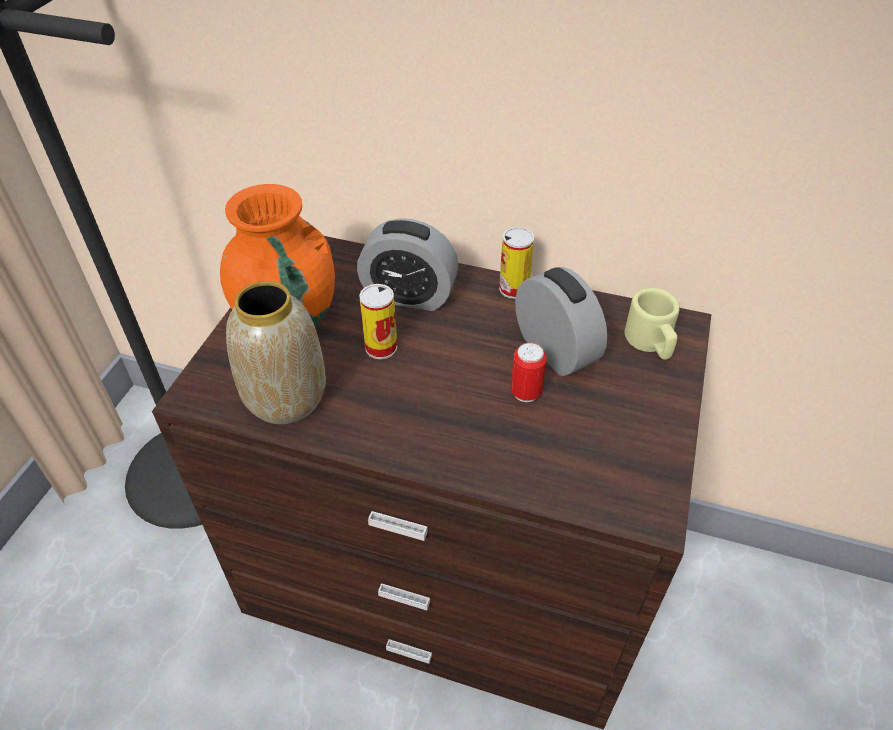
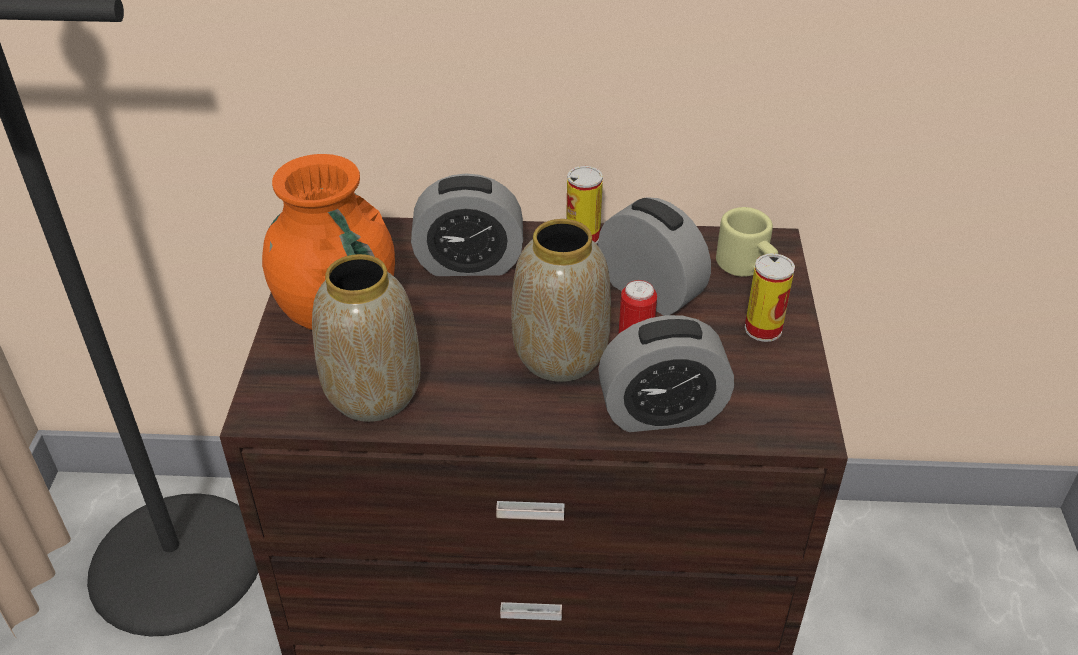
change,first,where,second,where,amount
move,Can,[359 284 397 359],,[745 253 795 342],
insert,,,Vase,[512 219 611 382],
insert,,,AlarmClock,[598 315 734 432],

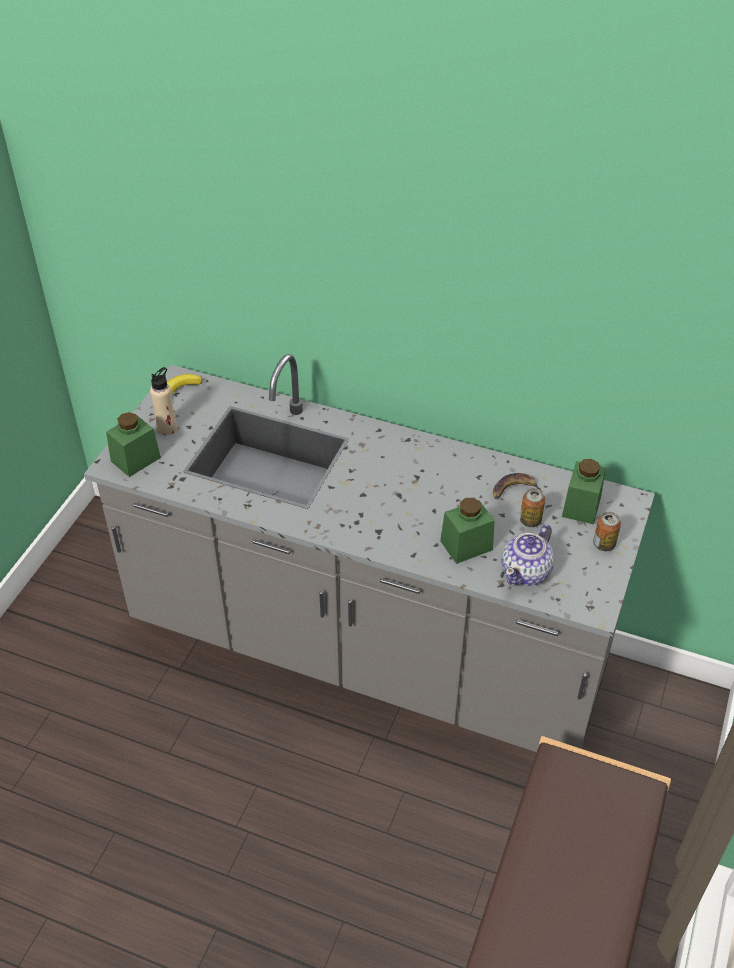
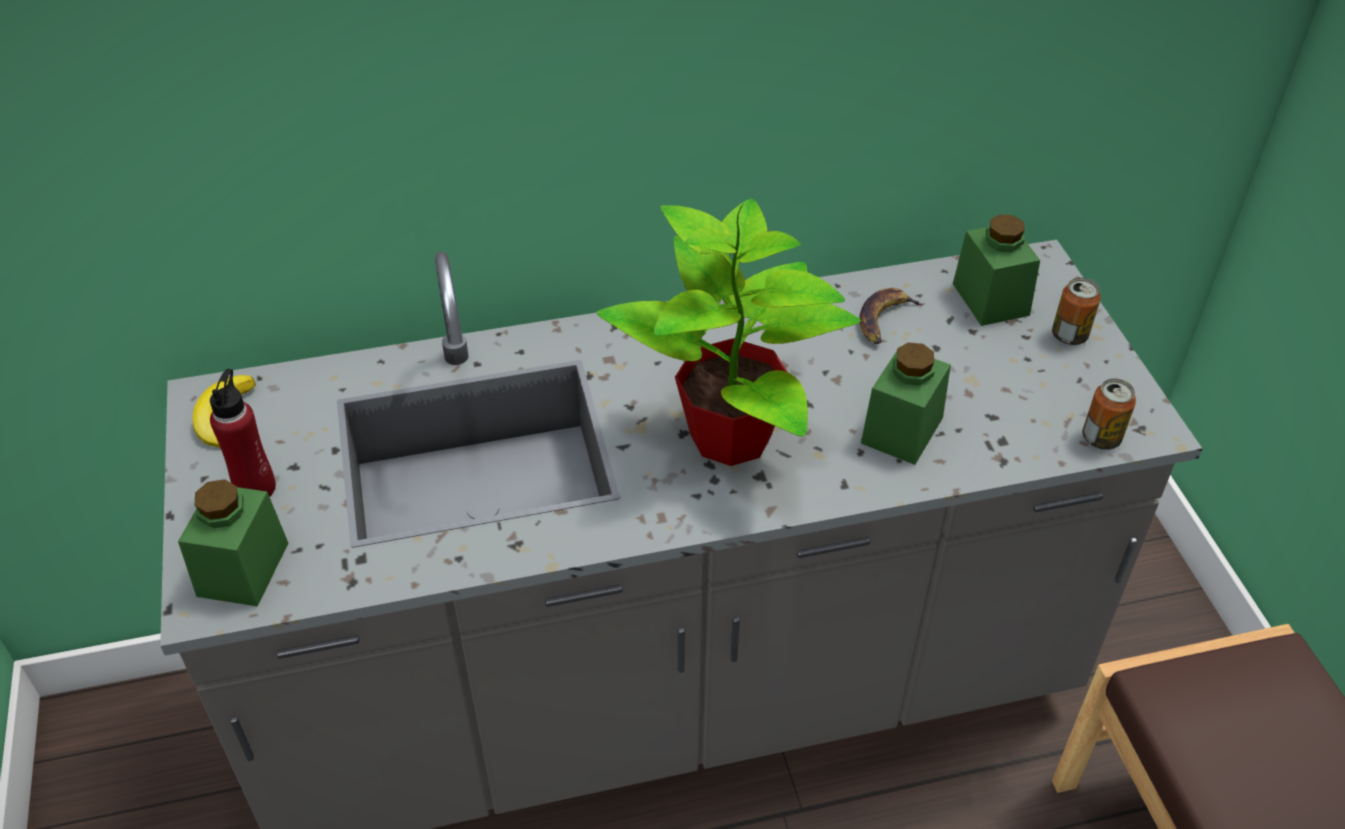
change,first,where,second,where,amount
recolor,BeigeBottle,[150 367 177 435],RedBottle,[210 369 276 497],
move,Can,[520 488 545 527],,[1082 378 1136 450],
delete,Teapot,[502 524 554 586],,,
insert,,,PottedPlant,[597 199 861 466],

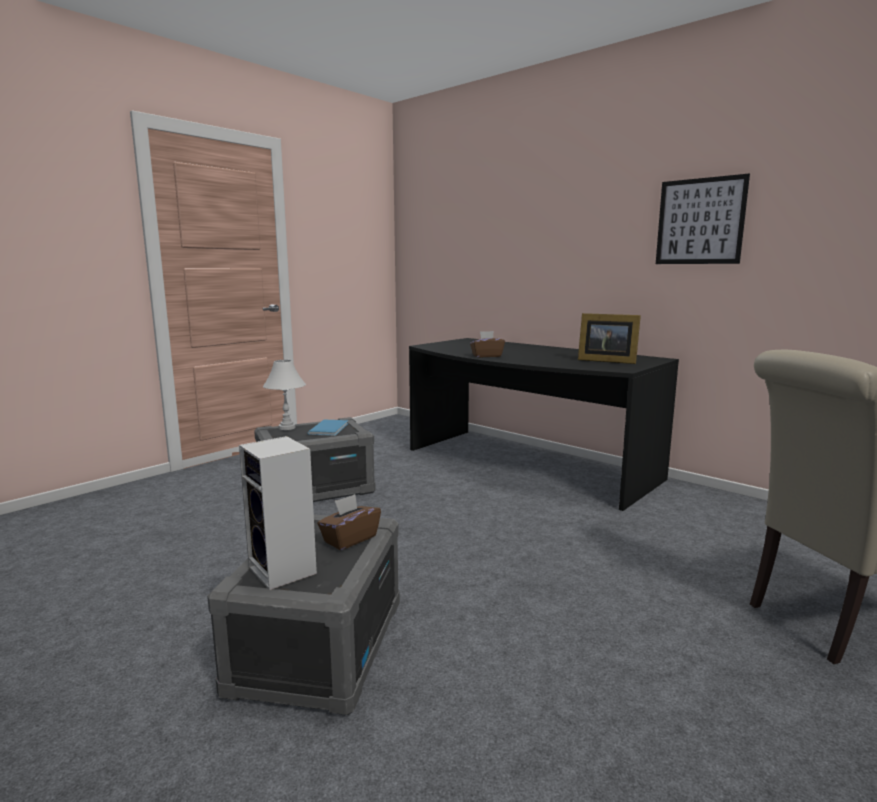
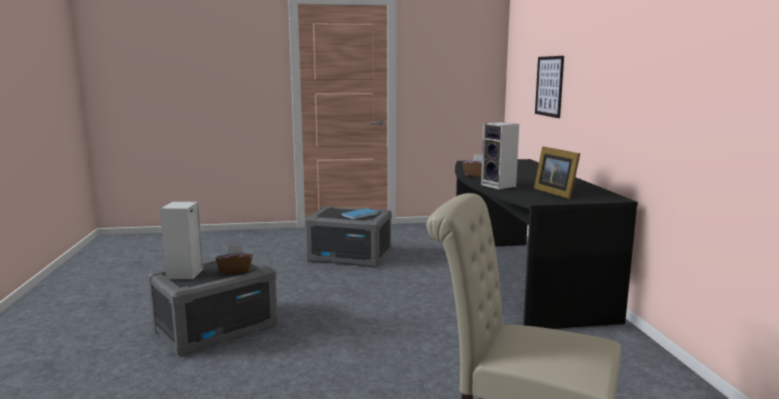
change,first,where,second,where,amount
move,Picture,[656 174 750 264],,[535 56 564 118],
delete,WhiteTableLamp,[263 360 306 430],,,
insert,,,Speaker,[481 122 519 189],

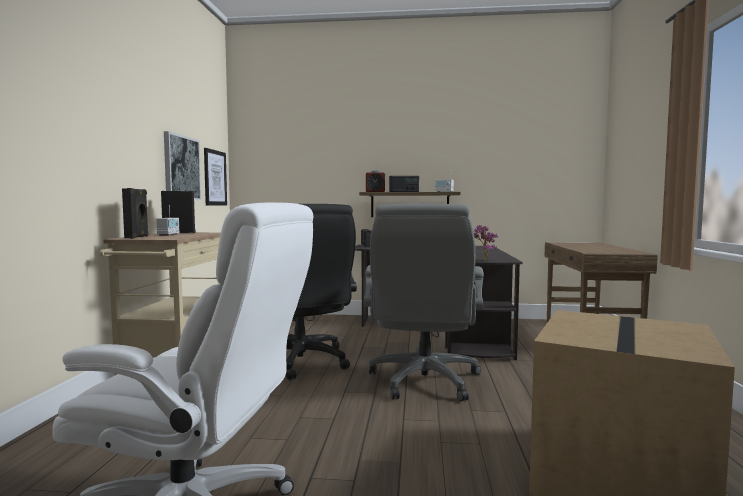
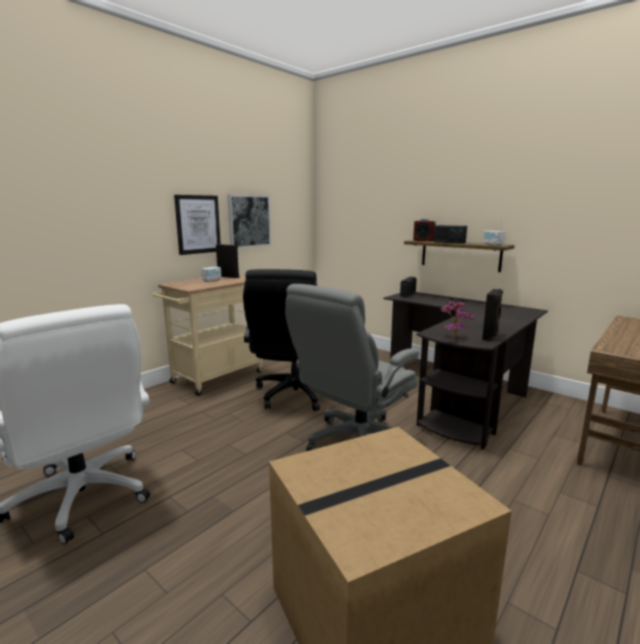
change,first,where,second,where,amount
move,Picture,[204 148 227 206],,[174 195 221 255],
move,BlackSpeaker,[122 188 149 239],,[482 289 503 342],

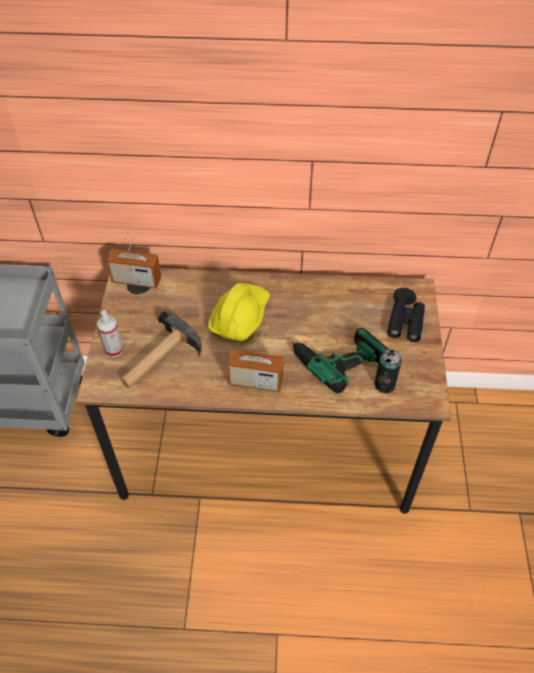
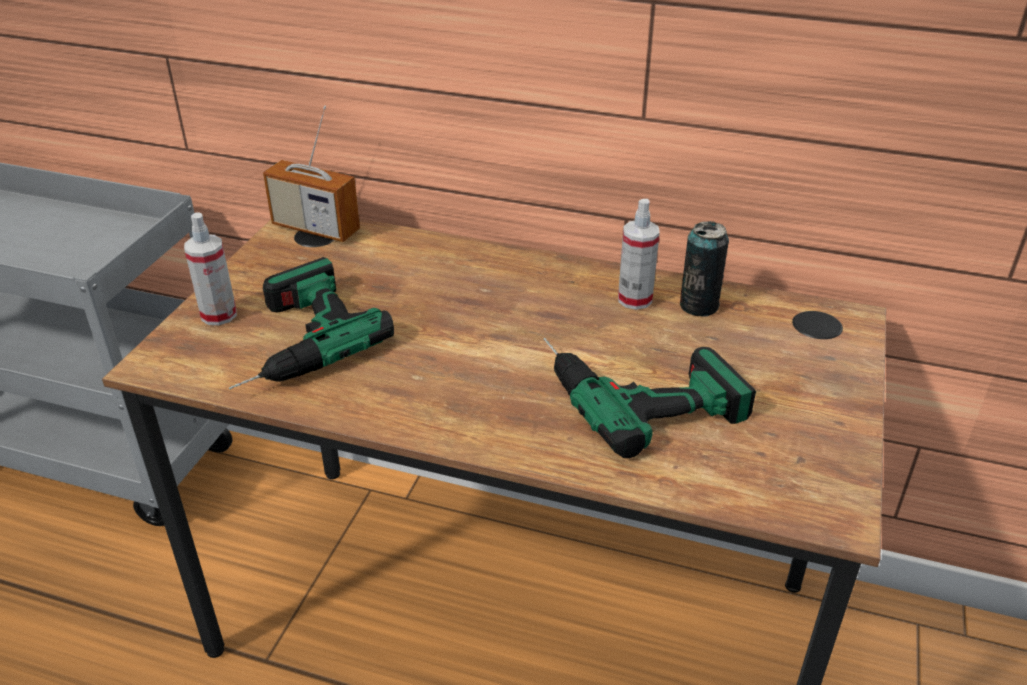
change,first,where,second,where,amount
delete,YellowHardHat,[208 282 270 342],,,
delete,BlackBinoculars,[387 298 425 342],,,
replace,Hammer,[121 311 202 388],PowerDrill,[229 257 394 389],
delete,Radio,[227 326 283 392],,,
move,Can,[375 349 402 393],,[680 221 729 317],
insert,,,SprayBottle,[618 199 660 310],

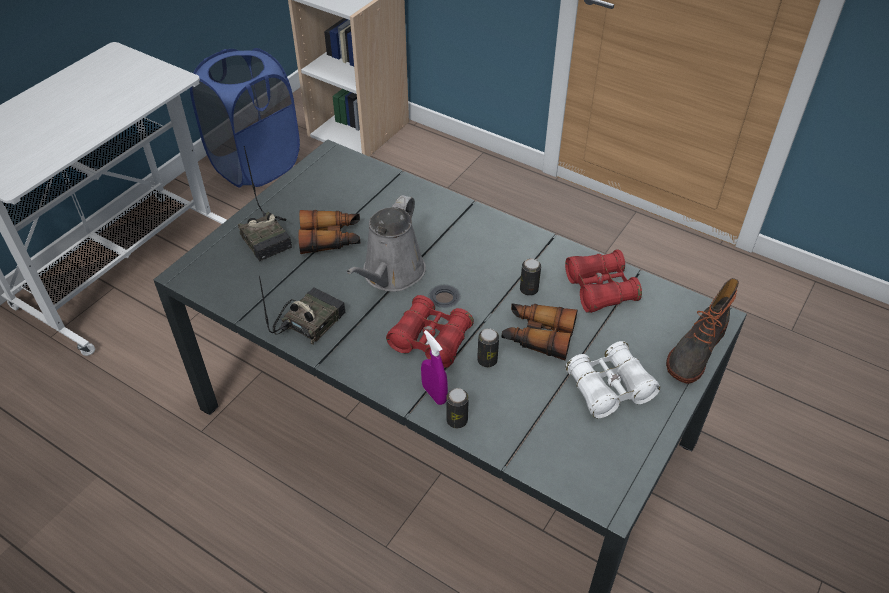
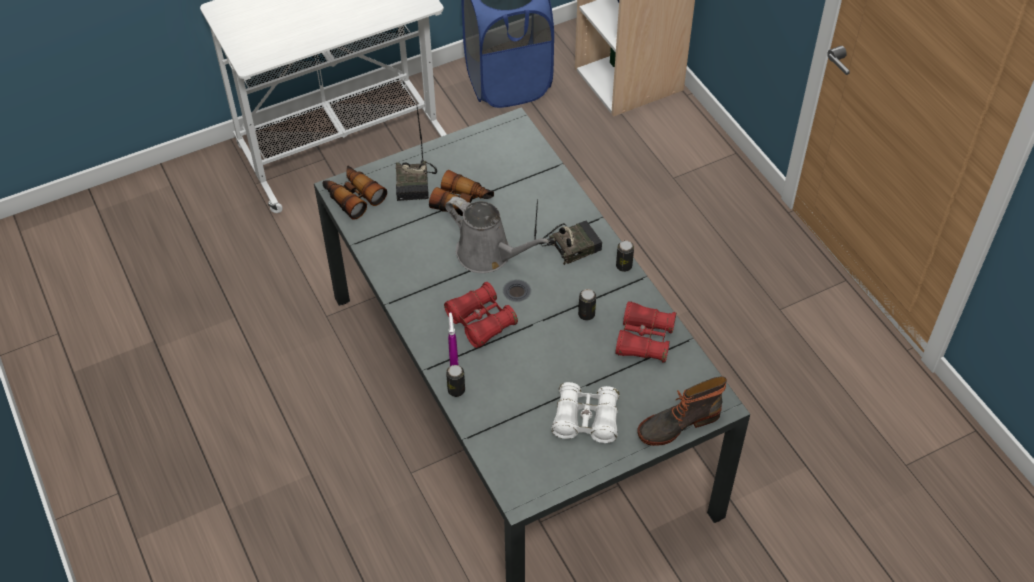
change,first,where,second,where,amount
rotate,GreyWateringCan,[347 195 426 292],,[445 196 550 273],105 degrees counterclockwise
move,Radio,[259 276 345 344],,[534 199 602 265],
move,Binoculars,[501 303 578 361],,[322 165 387 220],
move,Can,[477 328 499 367],,[616 240 634 272],

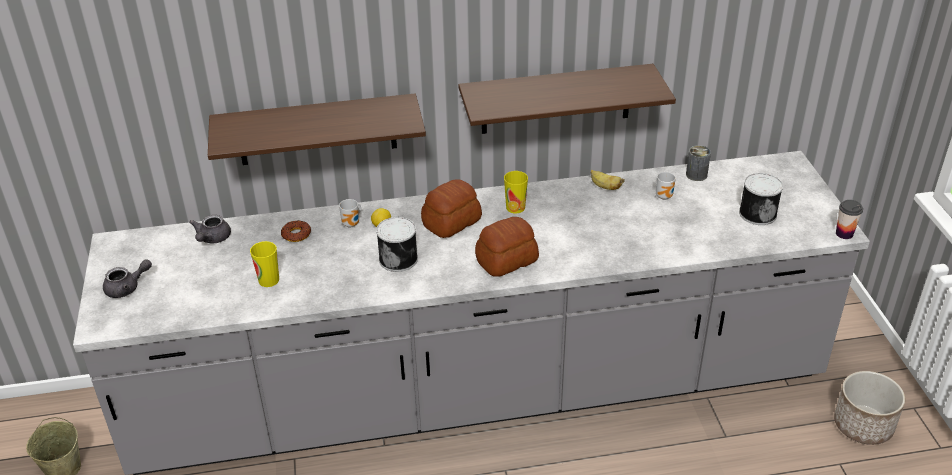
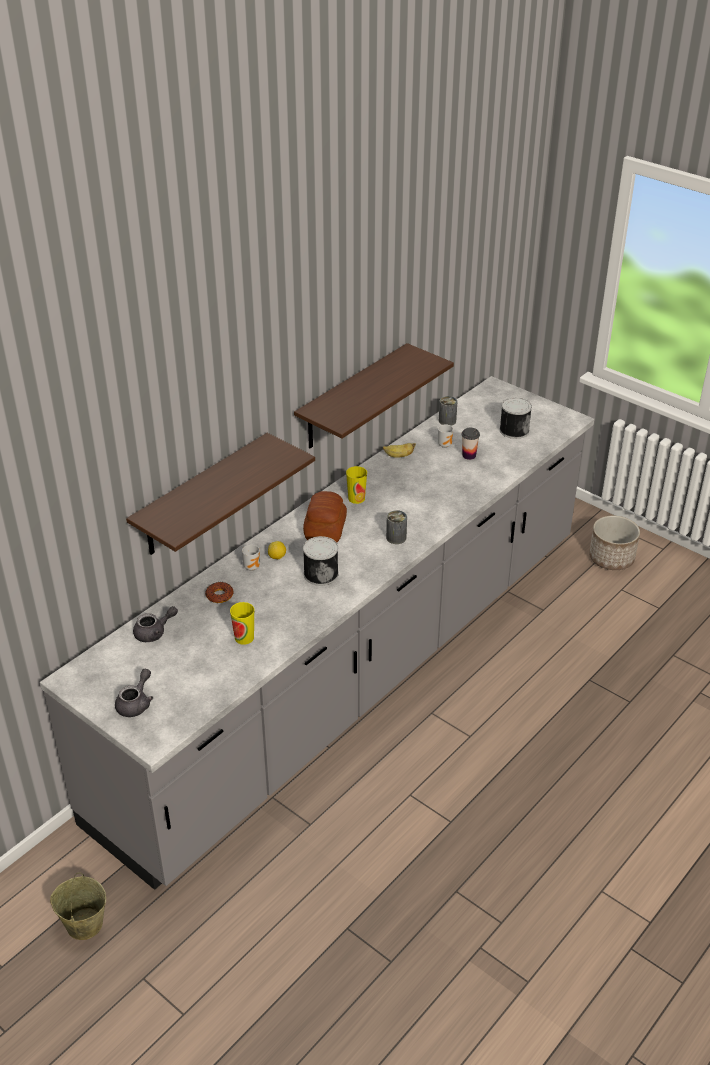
change,first,where,second,where,amount
move,Cup,[836 200 863 239],,[462 428 480 460],
rotate,GreyTeapot,[189 215 231 243],,[133 606 178 642],90 degrees counterclockwise
replace,Bread,[475 217 539 277],Can,[386 510 407 544],

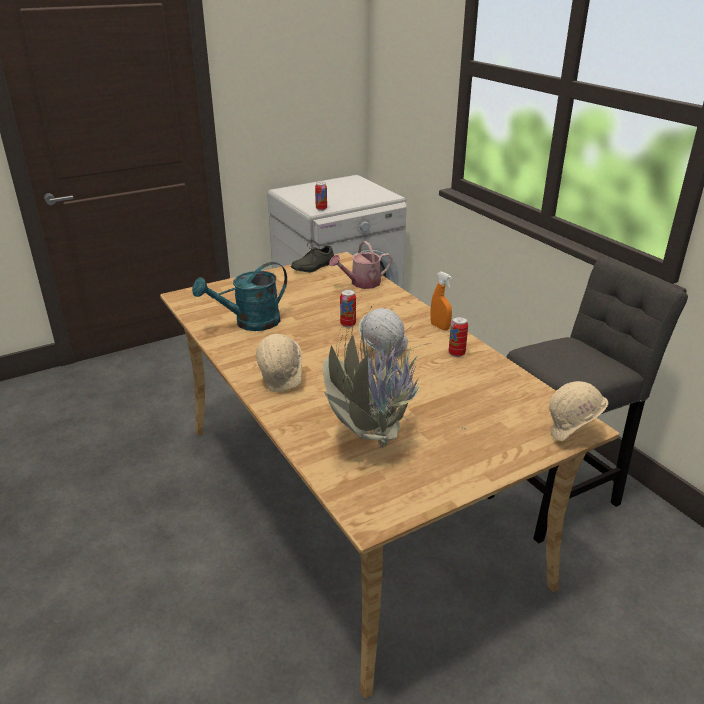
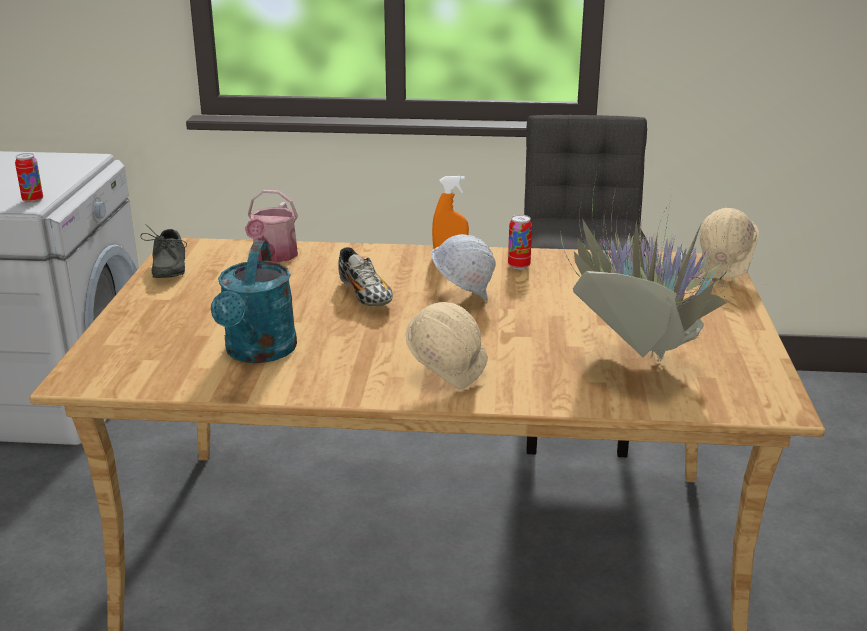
change,first,where,second,where,amount
replace,Can,[340 289 356 327],Shoe,[338 247 393 307],

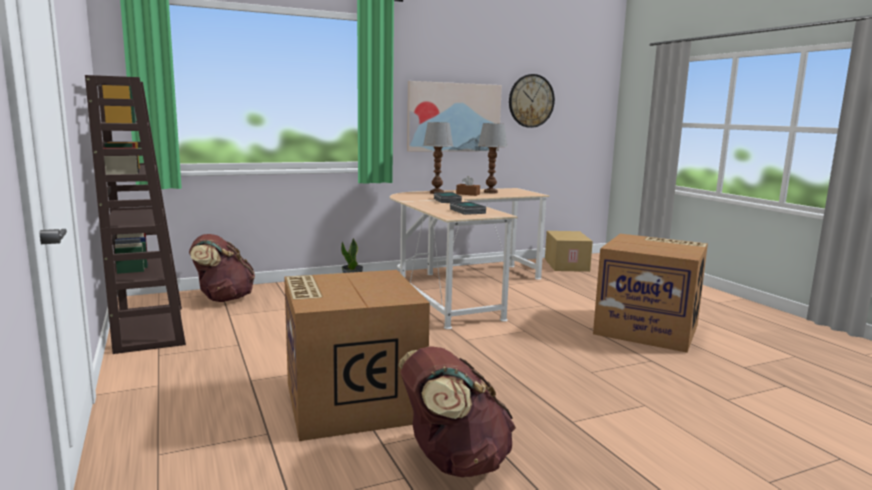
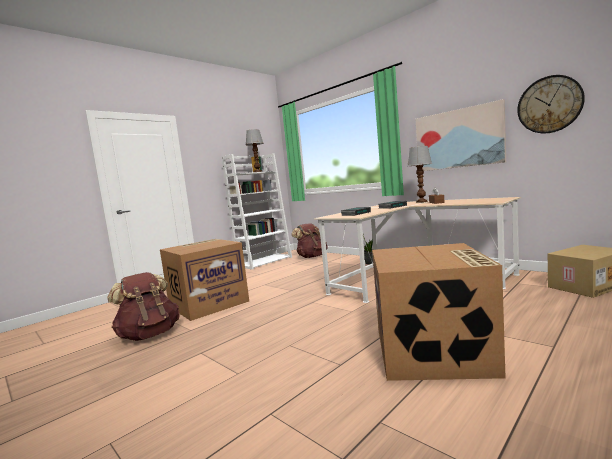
change,first,where,second,where,amount
recolor,BrownBookcase,[85 75 186 354],WhiteBookcase,[221 153 292 270],
move,TableLamp,[478 123 508 193],,[246 129 263 172],

